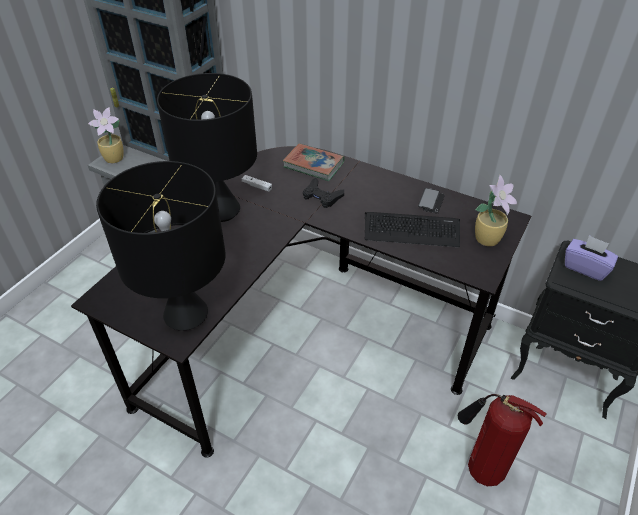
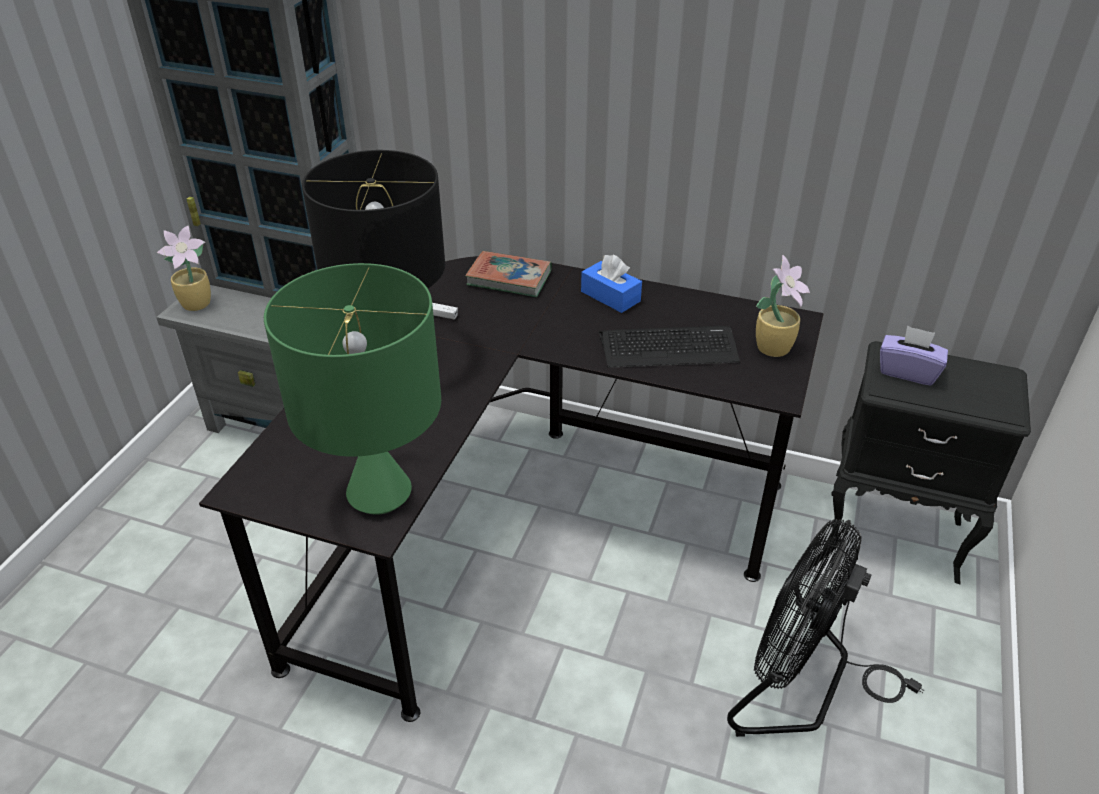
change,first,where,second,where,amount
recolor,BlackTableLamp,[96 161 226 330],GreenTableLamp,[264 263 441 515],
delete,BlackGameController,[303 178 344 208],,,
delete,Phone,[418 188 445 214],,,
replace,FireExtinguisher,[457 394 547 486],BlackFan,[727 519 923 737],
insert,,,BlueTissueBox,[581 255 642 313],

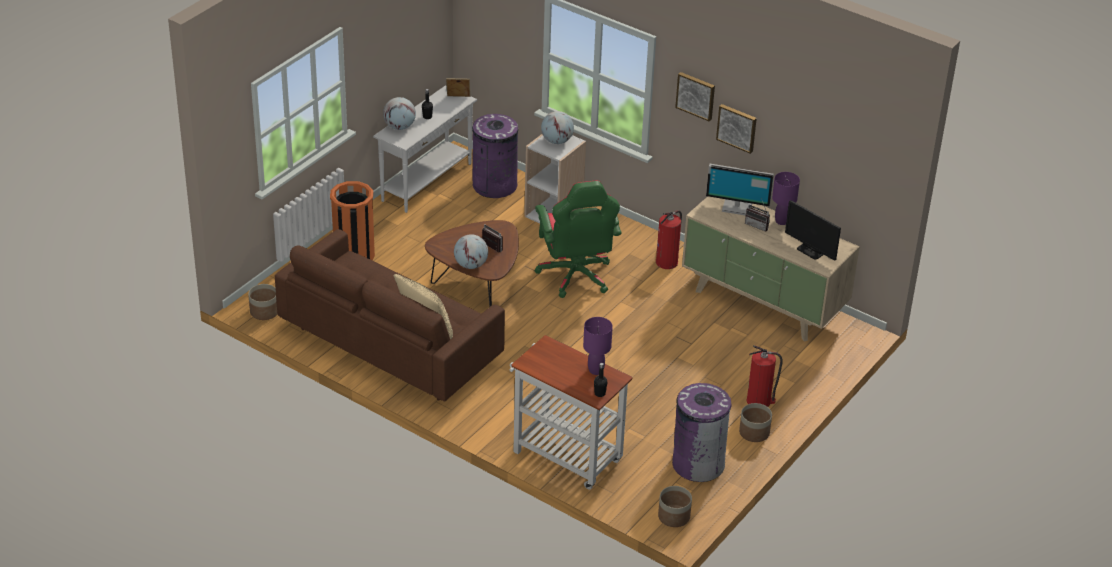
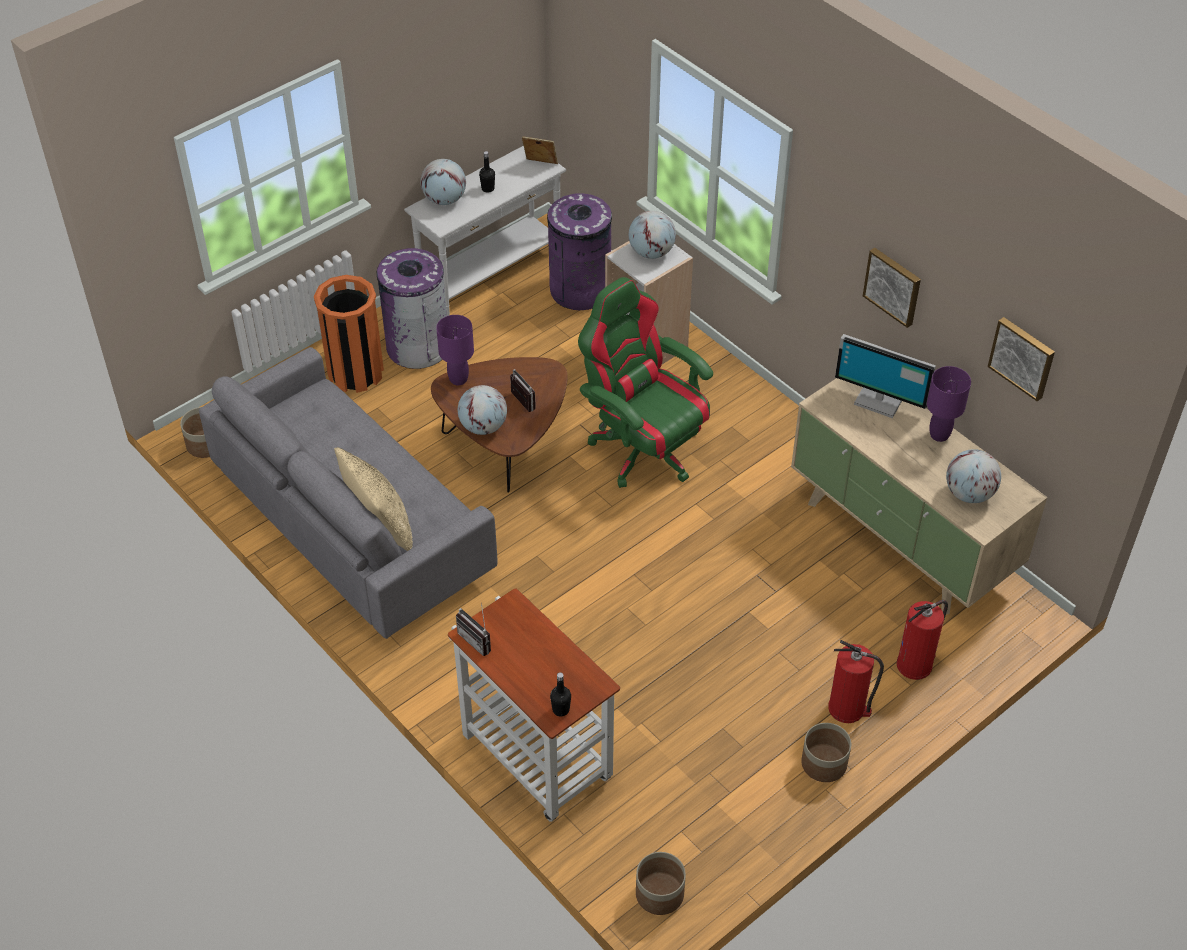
change,first,where,second,where,amount
move,Picture,[675 72 715 121],,[988 317 1055 401],
rotate,GreenOfficeChair,[535 181 621 298],,[578 277 713 488],135 degrees clockwise
move,Radio,[745 198 770 232],,[456 602 491 656],
replace,Monitor,[785 200 841 261],Globe,[946 449 1001 503],
move,FireExtinguisher,[656 210 682 269],,[897 600 948 680],
recolor,BrownSofa,[275 229 505 402],GreySofa,[199 347 497 639],
move,PurpleTableLamp,[583 317 613 375],,[436 315 474 385],
move,PurpleTrashCan,[672 383 731 482],,[377 248 447 369],

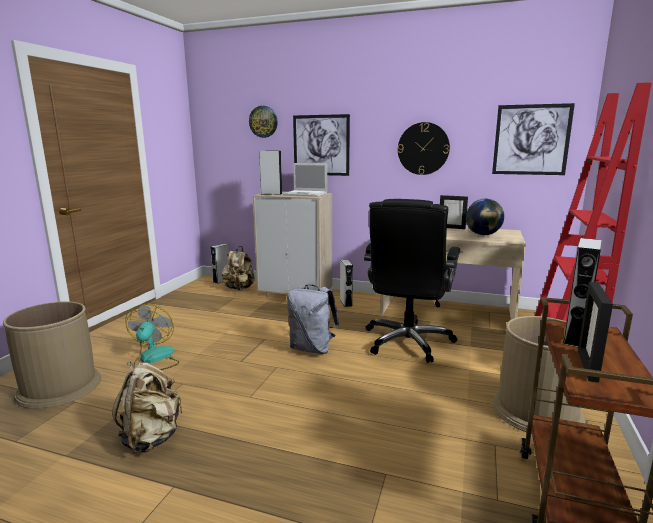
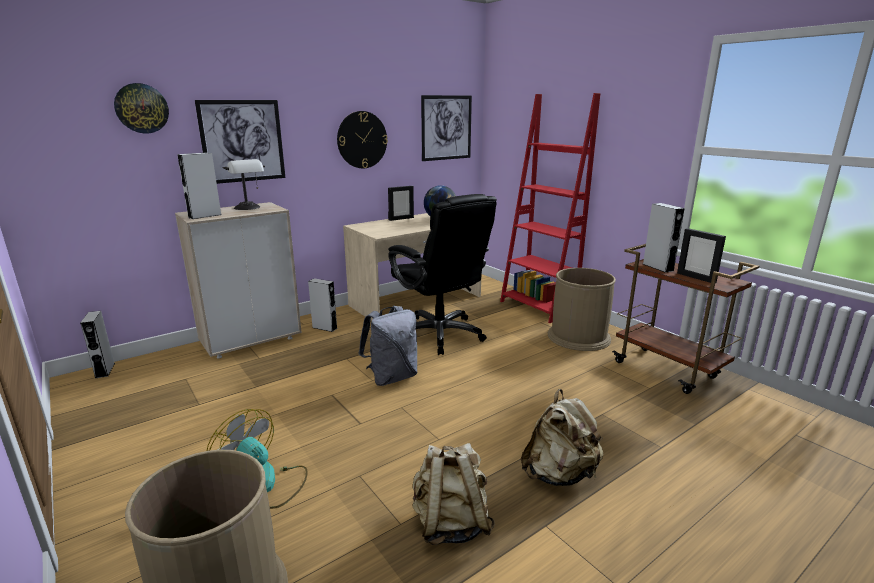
change,first,where,second,where,amount
replace,Laptop,[283 163 327 196],TableLamp,[223 159 265 210],
move,BeigeBackpack,[222 246 255 291],,[521 389 603 486],

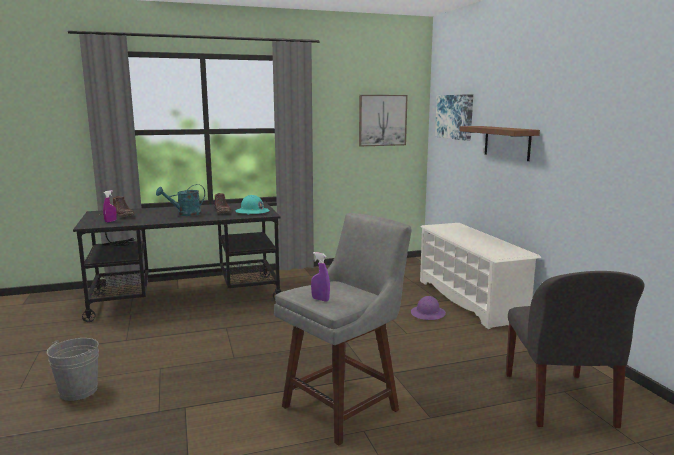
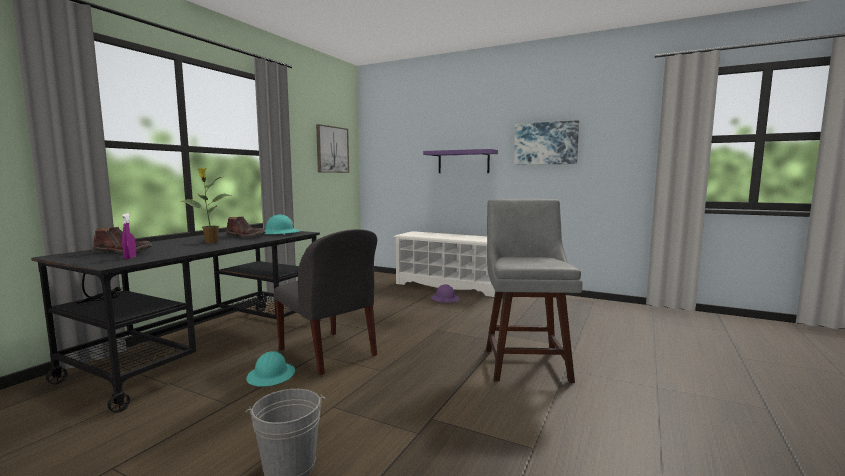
change,first,where,second,where,amount
move,Picture,[435 94 473 141],,[514 120 579 165],
recolor,BrownShelf,[459 126 540 161],PurpleShelf,[423 149 498 173],
replace,TurquoiseWateringCan,[156 184 205 216],PottedPlant,[180 168 232 243],
delete,PurpleSprayBottle,[311 252 330 302],,,
move,GreyChair,[506 271 644 428],,[274 229 377 375],
insert,,,TurquoiseHardHat,[246 351 295 387],

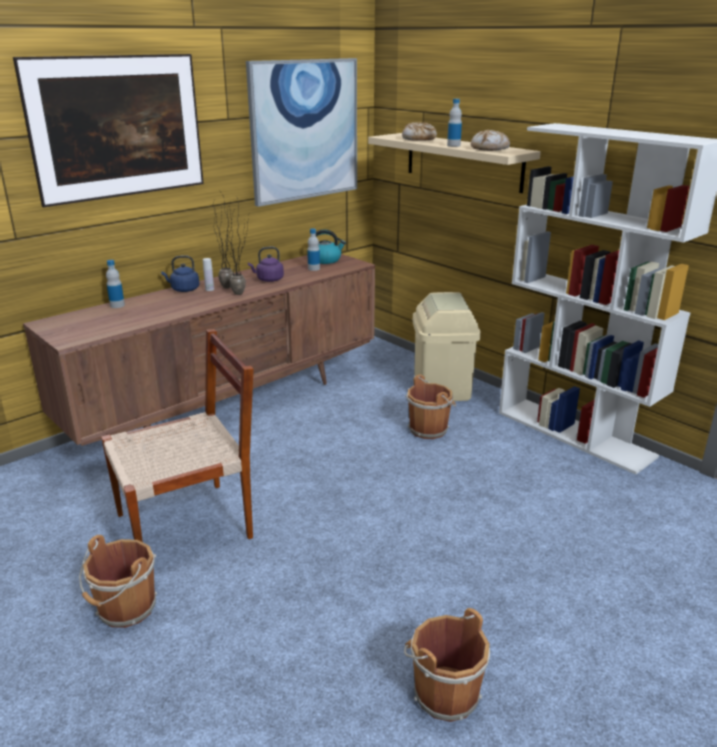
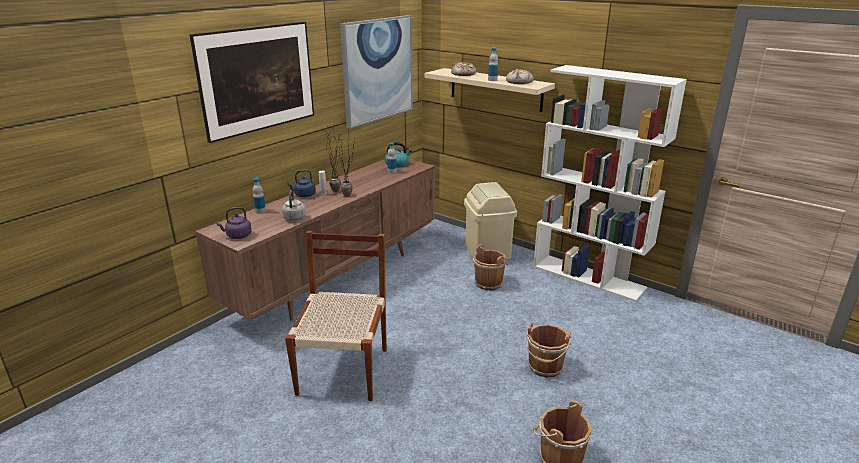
change,first,where,second,where,amount
move,PurpleKettle,[248 247 284 282],,[216 207 252 239],
rotate,Chair,[101 329 254 542],,[285 230 387 401],45 degrees counterclockwise
move,BrownBucket,[79 535 157 628],,[525 323 572 378],
insert,,,GreyKettle,[282 190 306 221],

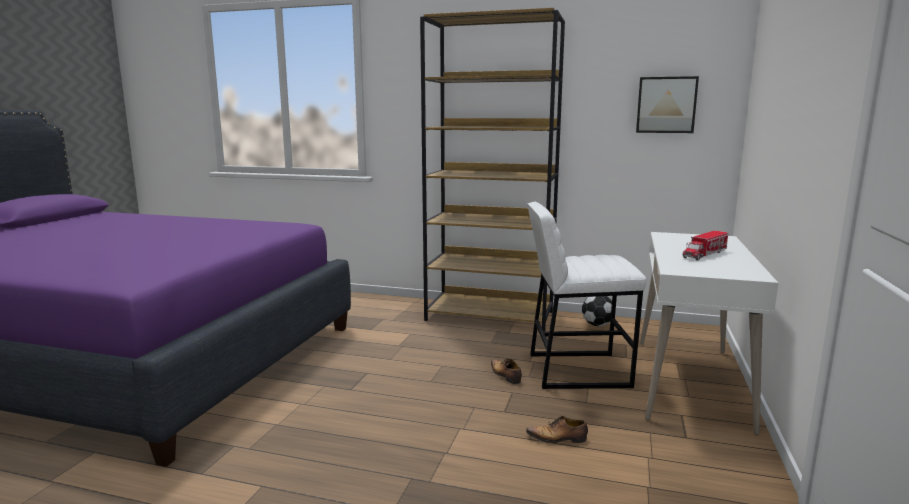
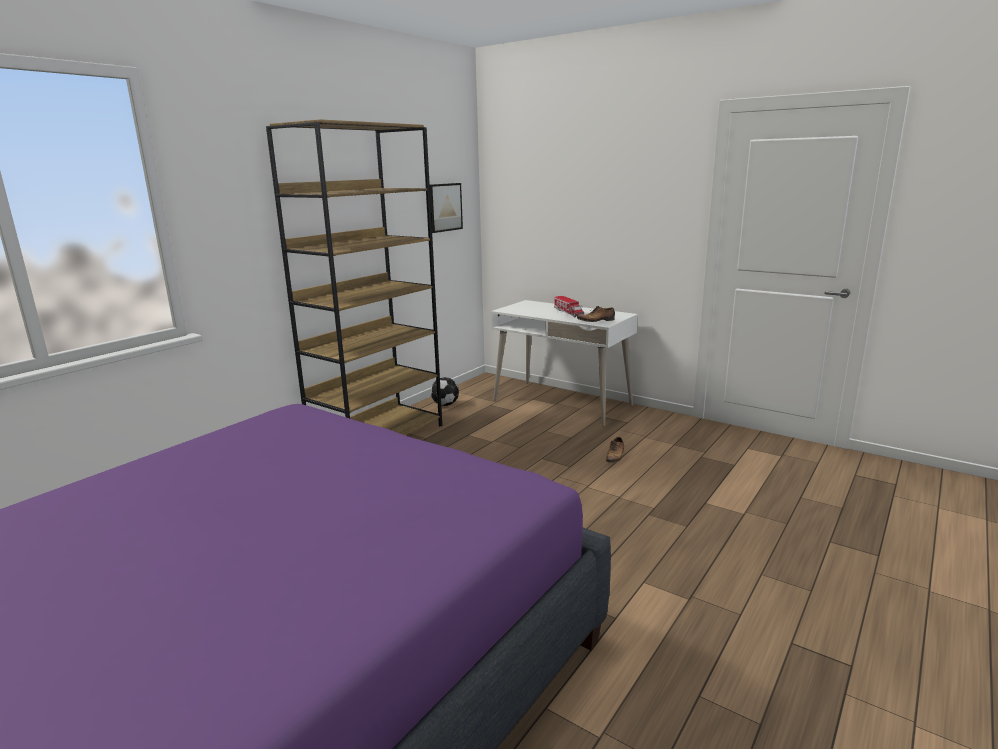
change,first,where,second,where,amount
delete,WhiteChair,[527 202 646 389],,,
move,Shoe,[491 358 522 384],,[577 306 615 322],

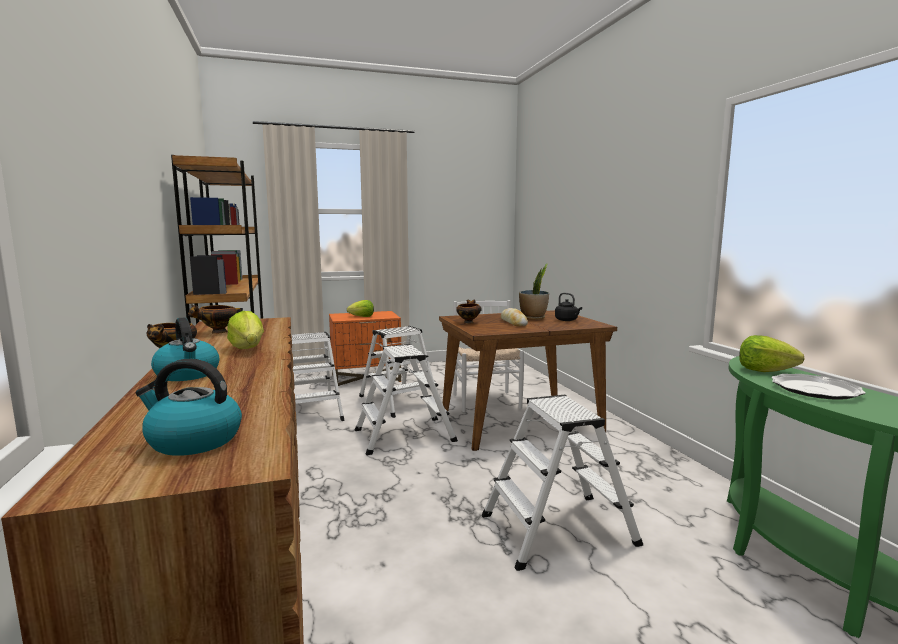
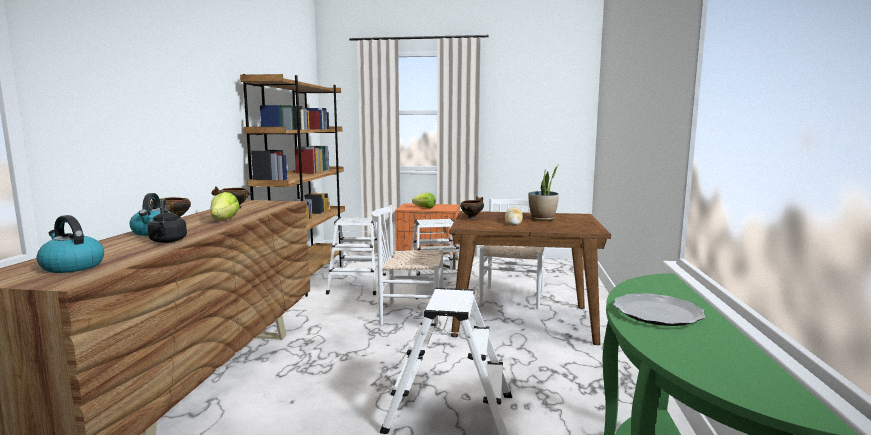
change,first,where,second,where,amount
move,BlackKettle,[555 293 582 321],,[147 198 187 243],
delete,Lettuce,[739 335 805 372],,,
replace,WhiteStepLadder,[355 344 458 455],WhiteChair,[372 205 443 328],

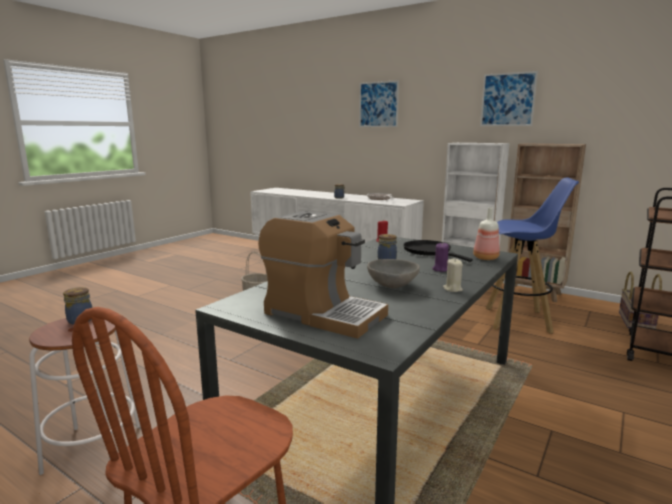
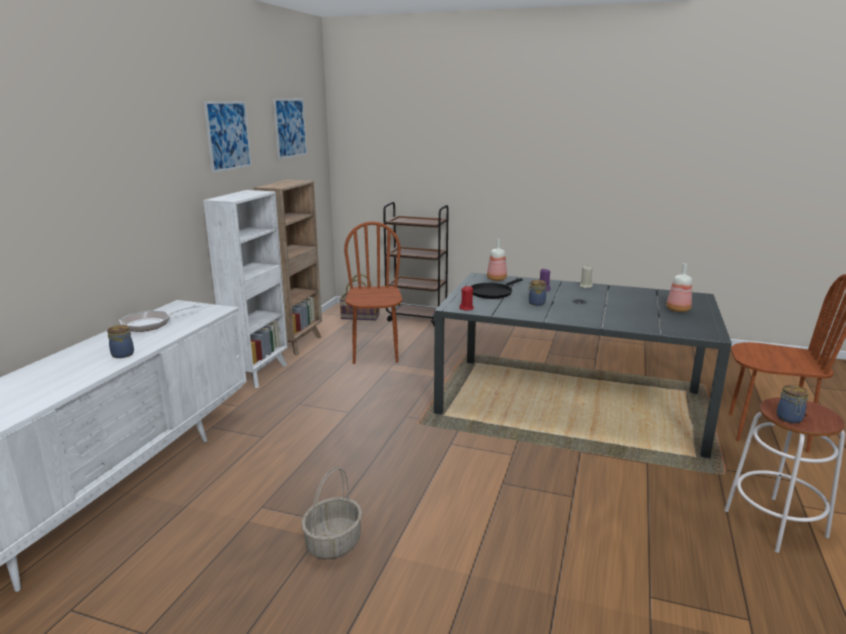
change,first,where,second,where,amount
move,Picture,[359 80 399 127],,[273 99 307 159],
replace,BlueStool,[486 177 579 333],BrownChair,[344 221 403 364],
replace,CoffeeMachine,[258 211 388 339],Bottle,[666 263 692 312],
delete,GreyBowl,[367 259 420 288],,,

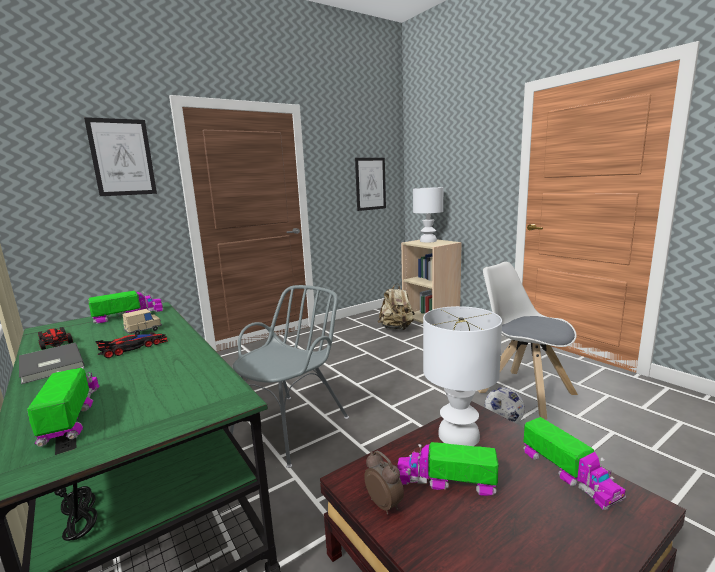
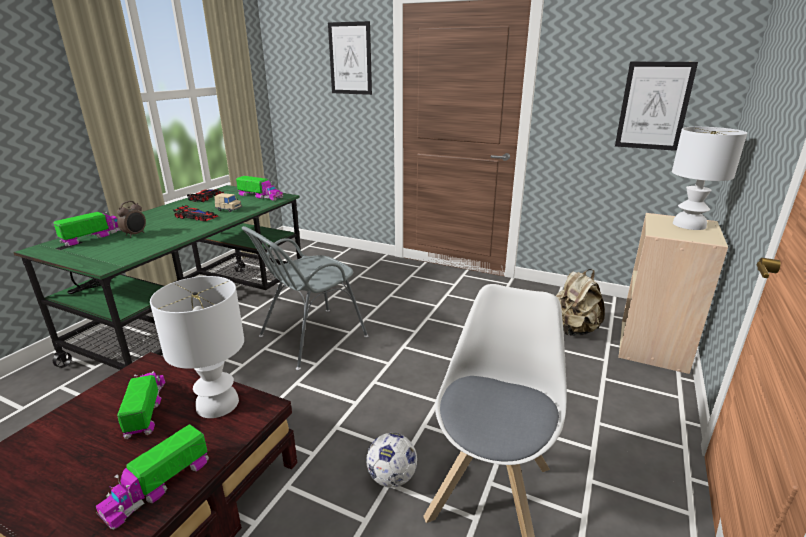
change,first,where,second,where,amount
rotate,GreyChair,[230 285 349 468],,[242 226 368 370],135 degrees clockwise
delete,GreyBook,[19 343 84 384],,,
move,AlarmClock,[364 451 404 515],,[117 201 146 238],

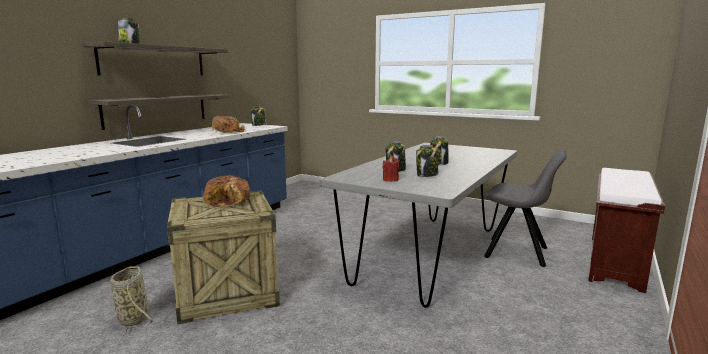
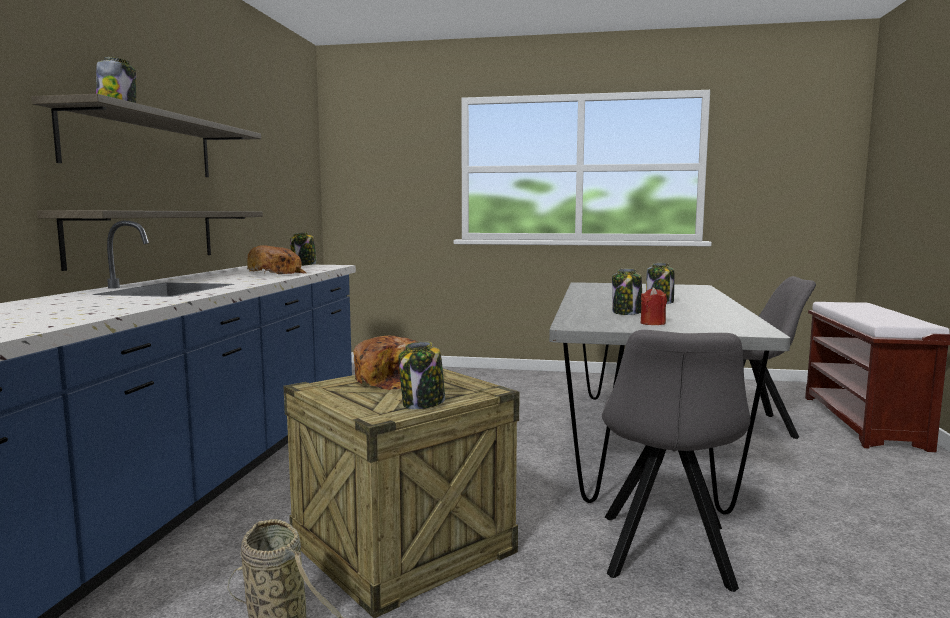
change,first,where,second,where,amount
move,Jar,[416 145 438 177],,[399 341 445 409],
insert,,,GreyChair,[602 330 750 592],

